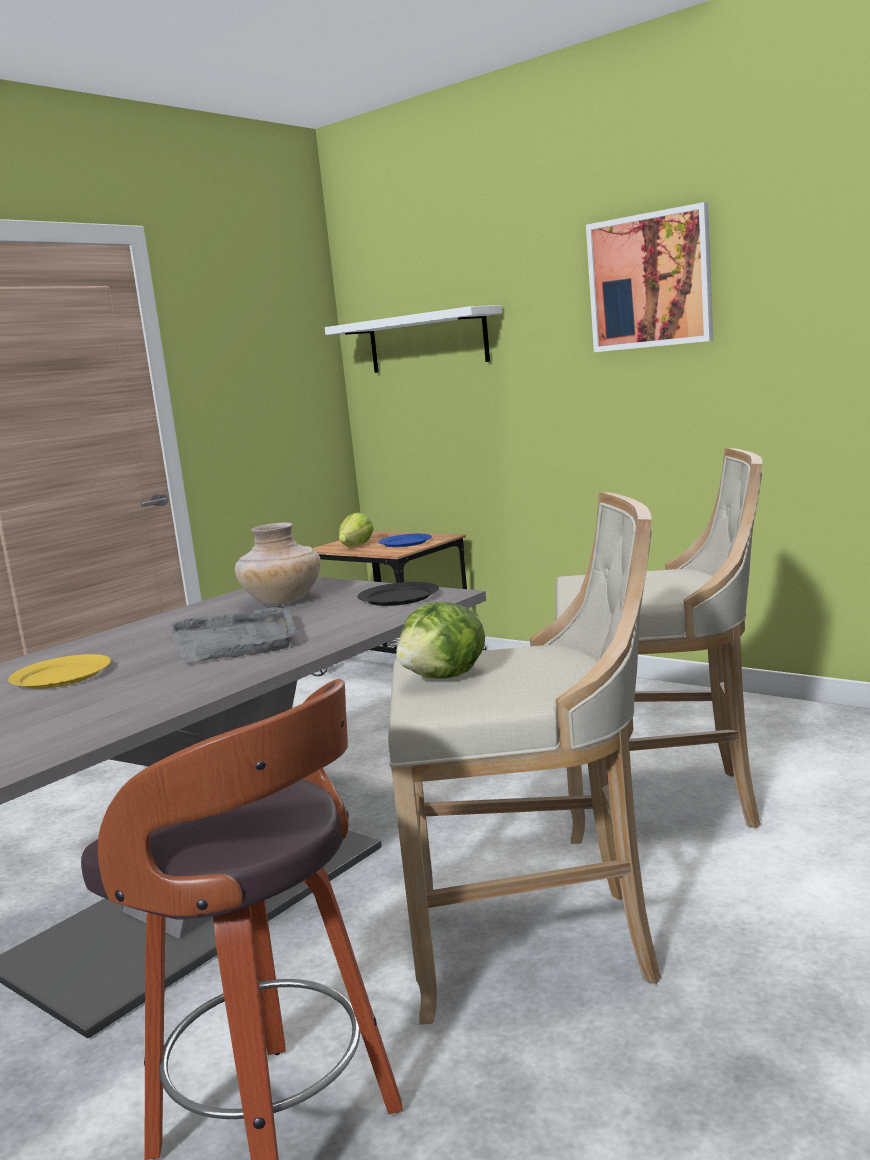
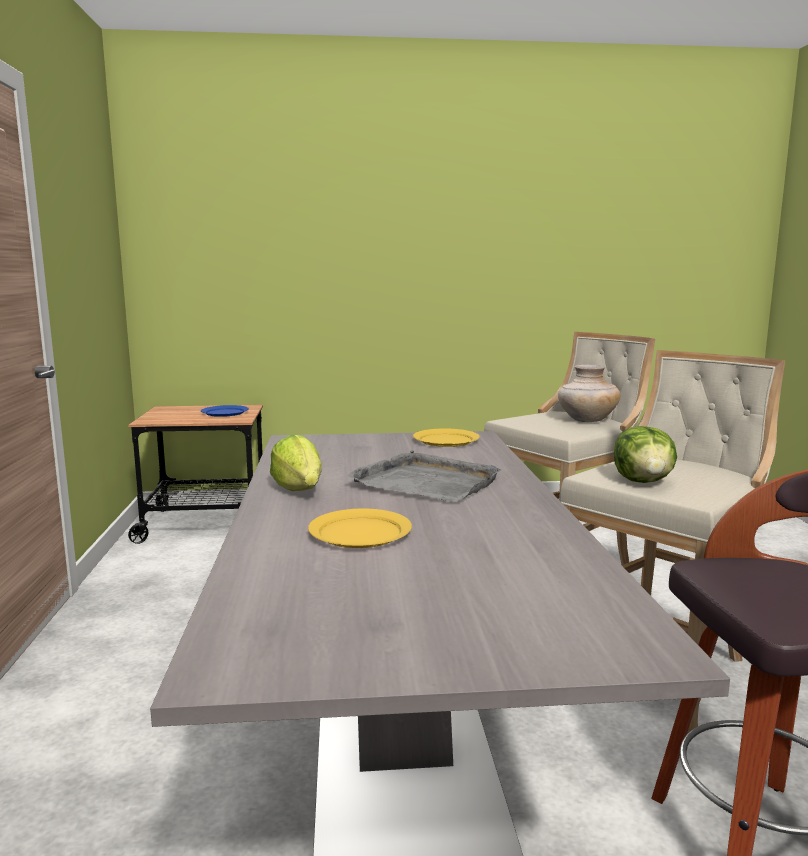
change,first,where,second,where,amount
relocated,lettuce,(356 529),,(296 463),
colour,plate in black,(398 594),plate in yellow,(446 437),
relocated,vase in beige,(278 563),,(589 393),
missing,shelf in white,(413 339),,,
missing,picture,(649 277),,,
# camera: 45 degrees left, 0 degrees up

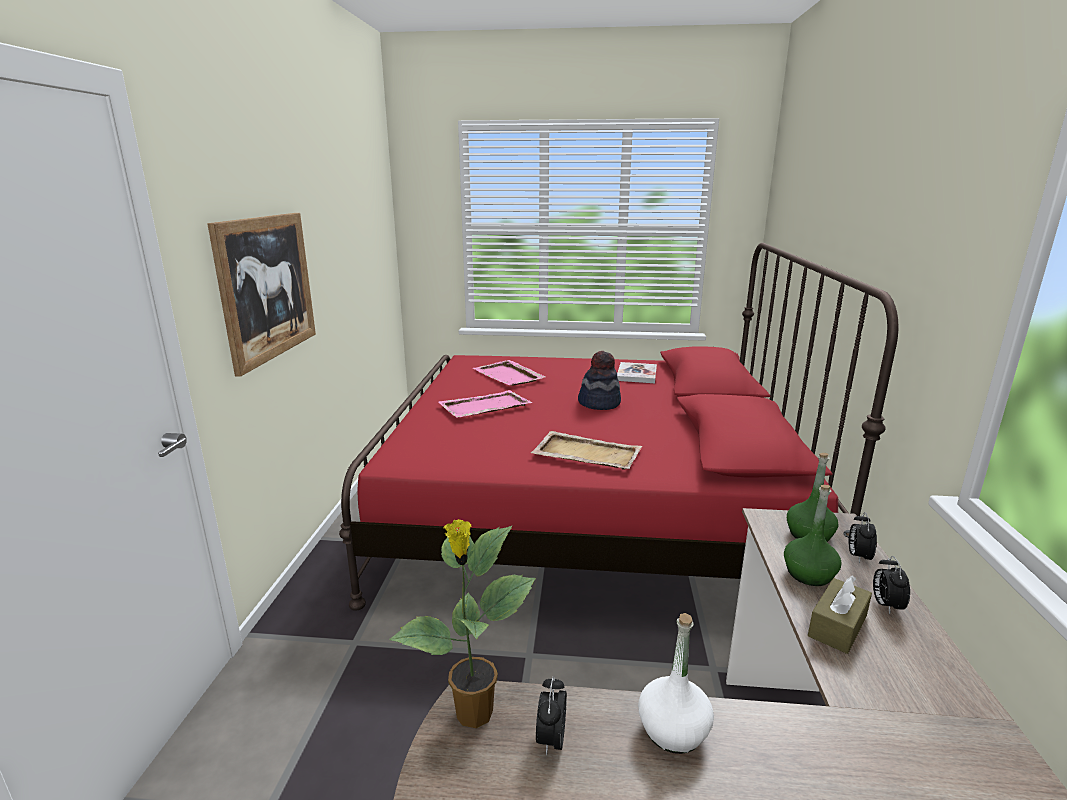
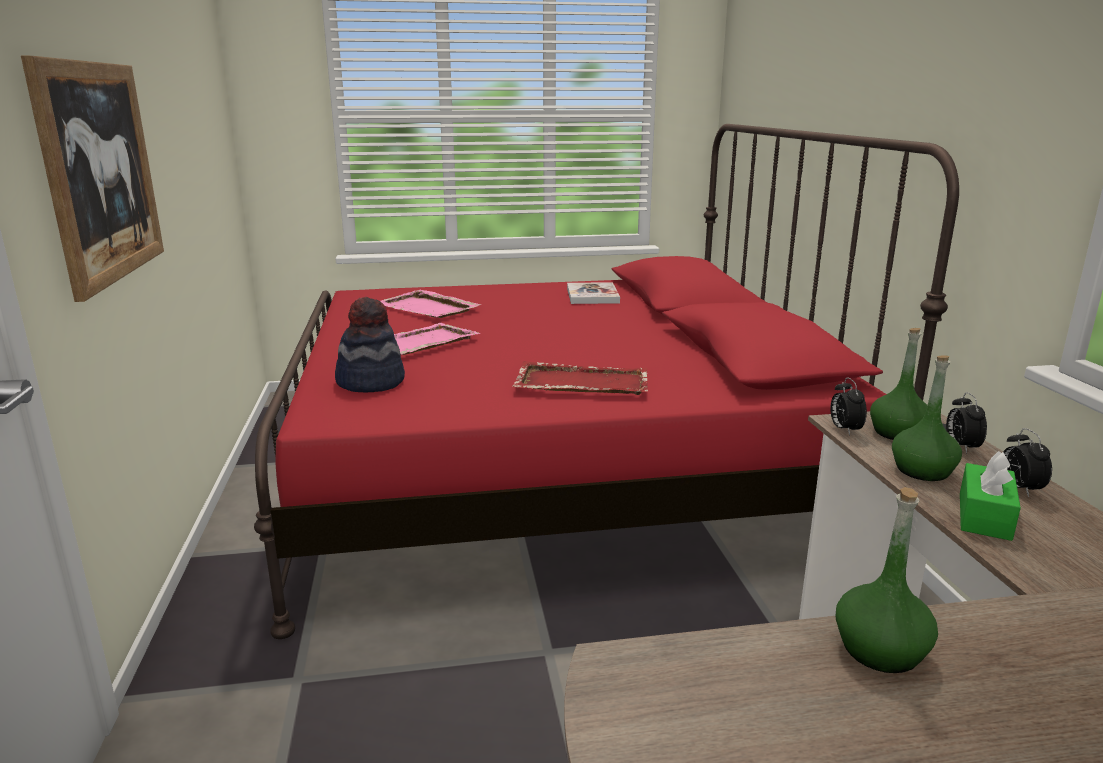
change,first,where,second,where,amount
relocated,hat,(599 380),,(370 344),
colour,tray in beige,(586 450),tray in red,(580 378),
relocated,alarm clock,(551 716),,(848 406),
colour,bottle in white,(676 683),bottle in green,(887 580),
colour,tissue box in brown,(840 614),tissue box in green,(990 496),
missing,potted plant,(462 623),,,
# camera: 15 degrees left, 0 degrees up

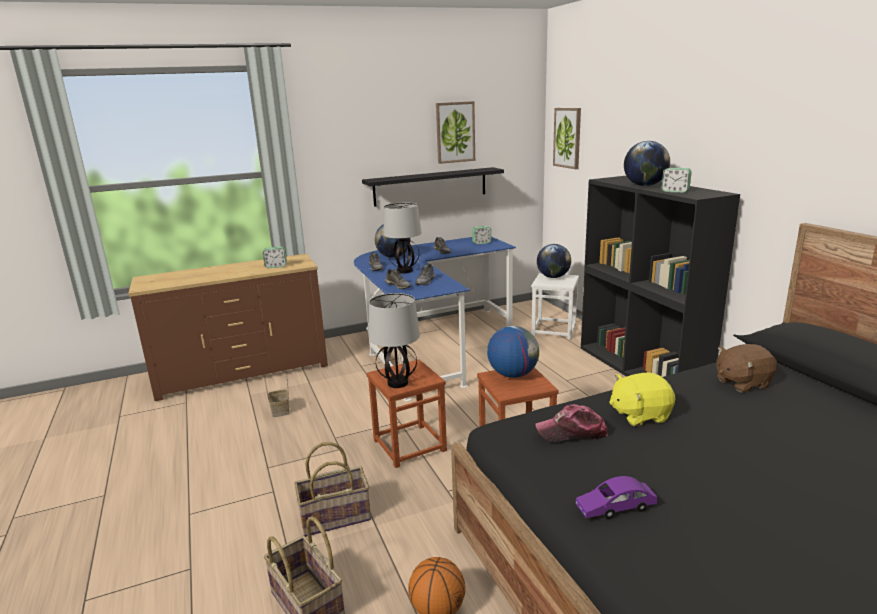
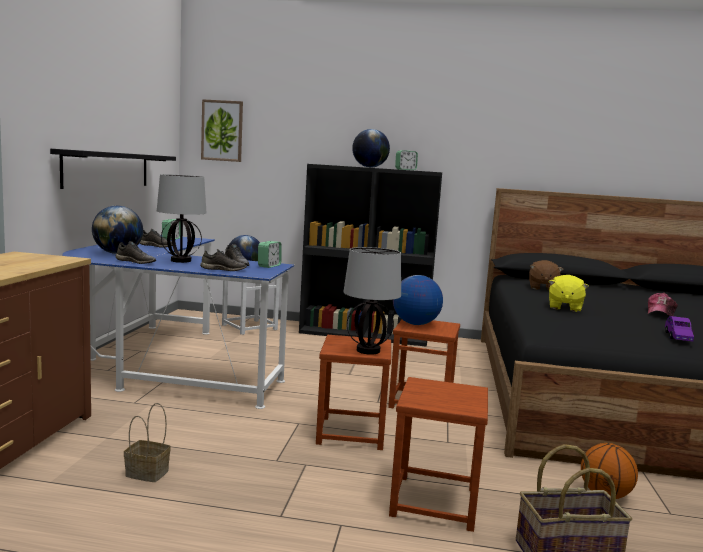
change,first,where,second,where,amount
relocated,alarm clock,(275 257),,(270 254),
exchanged,basket,(332 489),stool in brown,(438 454),
relocated,cap,(571 423),,(663 304),
missing,picture,(455 132),,,
# camera: 60 degrees left, 10 degrees down

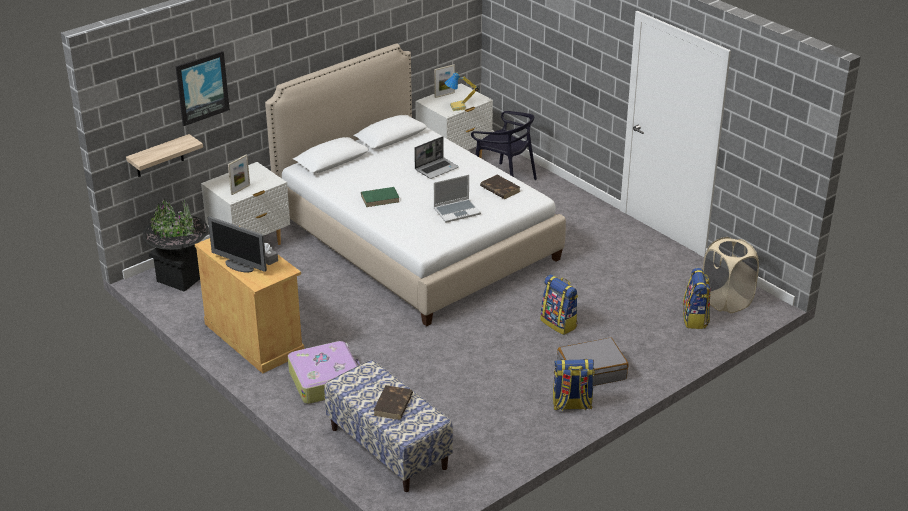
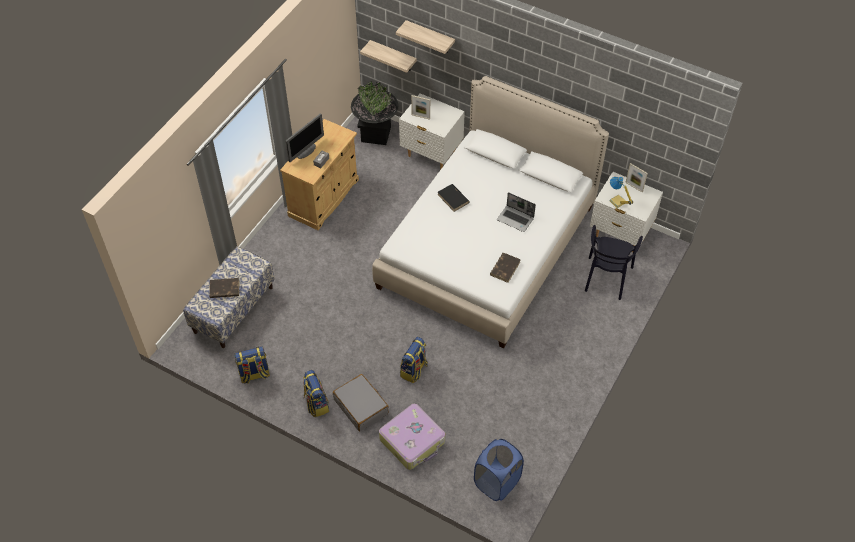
change,first,where,second,where,amount
relocated,backpack,(697 298),,(252 365),
spun,monitor,(237 244),,(305 137),150 degrees counterclockwise
relocated,suitcase,(324 372),,(412 436),
exchanged,picture,(203 88),shelf,(425 37),
colour,book in green,(380 197),book in black,(454 198),
colour,laundry basket in beige,(731 275),laundry basket in blue,(499 470),
missing,laptop,(457 199),,,
# camera: 70 degrees right, 20 degrees up

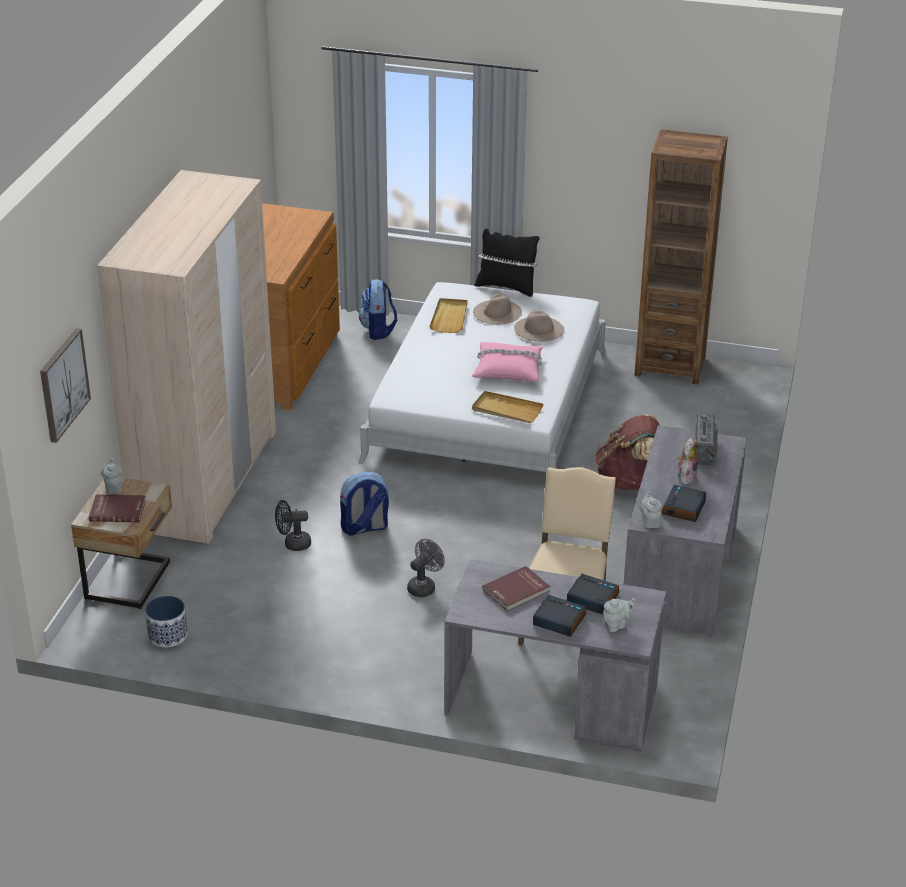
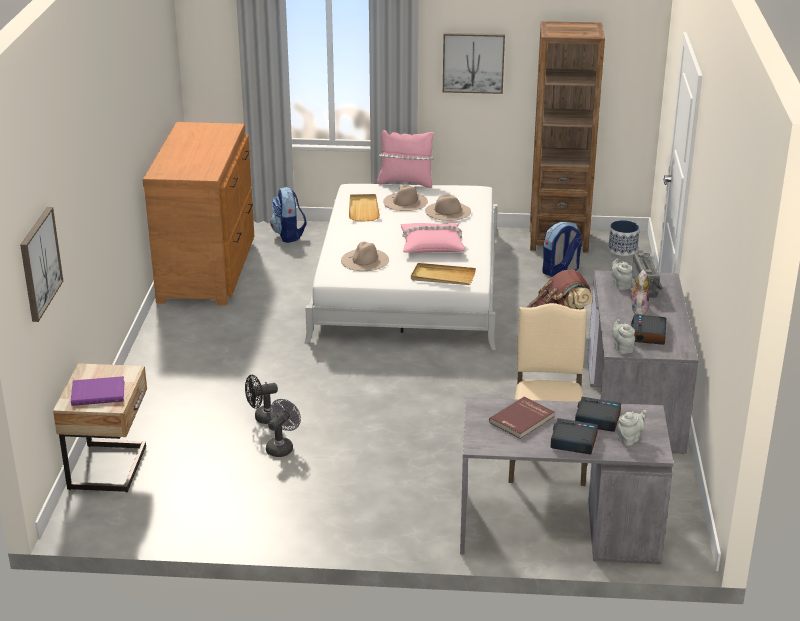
change,first,where,second,where,amount
colour,book in red,(117 508),book in purple,(97 391),
relocated,fan in grey,(426 568),,(283 428),
appeared,,,hat in beige,(365 256),
colour,pillow in black,(506 262),pillow in pink,(405 159),
appeared,,,picture,(474 63),
relocated,backpack,(364 504),,(562 249),
relocated,planter,(166 621),,(624 238),
relocated,teapot in grey,(112 476),,(622 274),
missing,wardrobe in beige,(186 357),,,
# camera: 10 degrees left, 5 degrees down

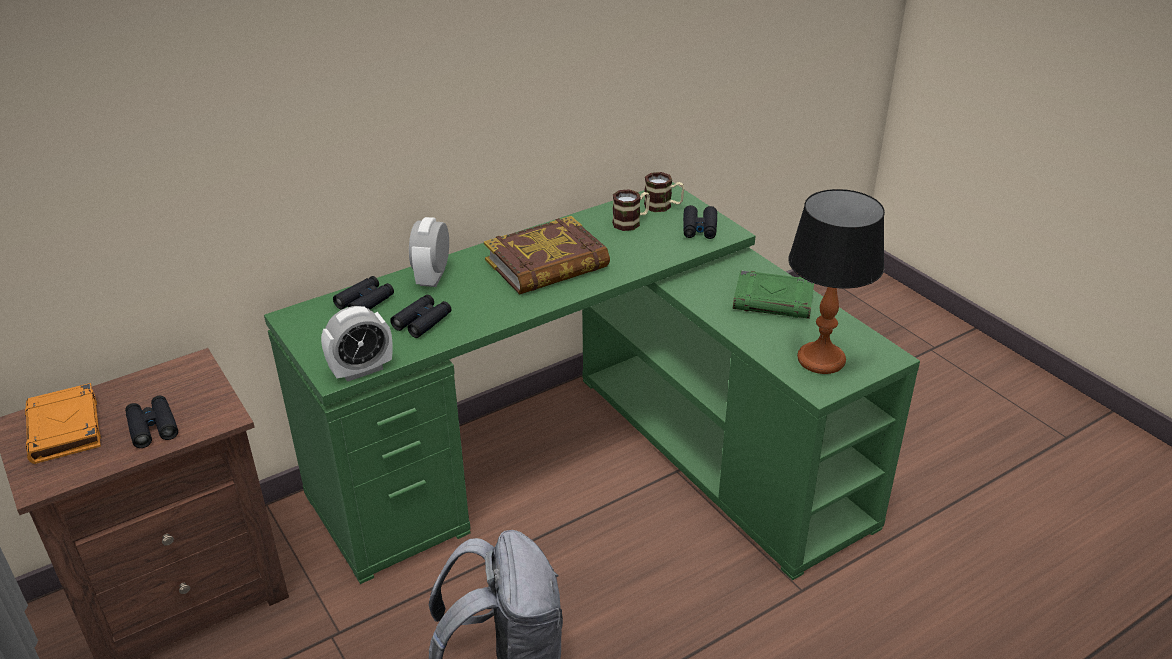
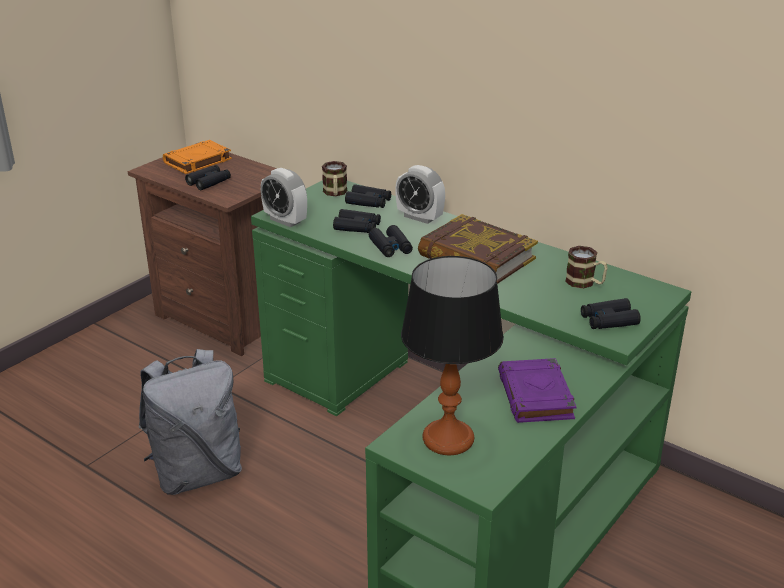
change,first,where,second,where,amount
relocated,mug,(664 192),,(334 178),
appeared,,,binoculars in black,(391 241),
spun,alarm clock,(429 252),,(420 194),135 degrees counterclockwise
colour,book in green,(773 294),book in purple,(537 390),
# camera: 70 degrees right, 5 degrees down

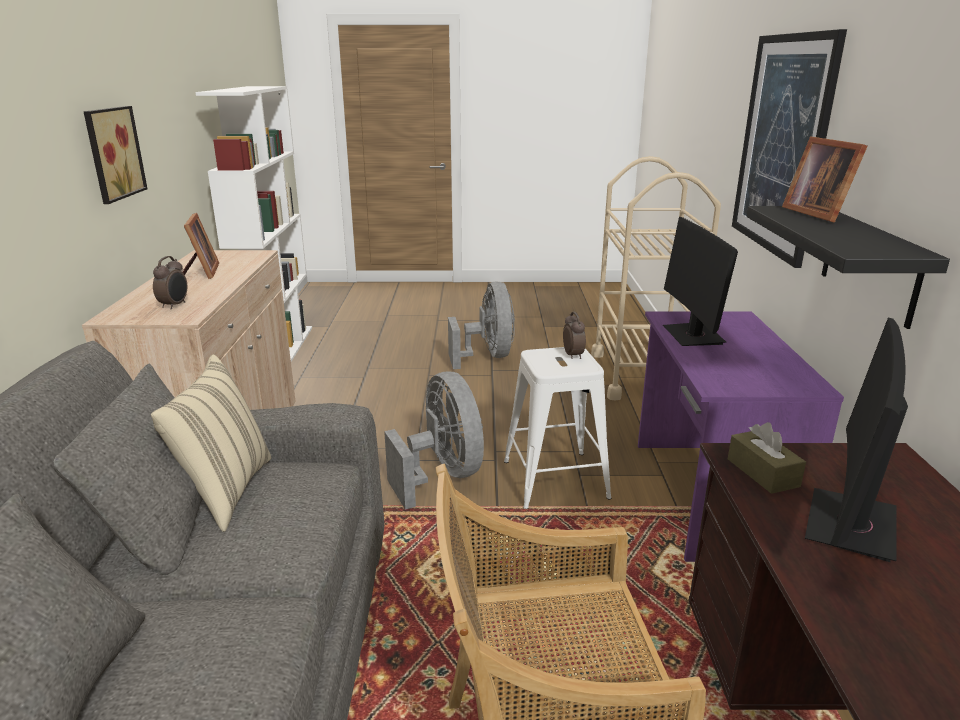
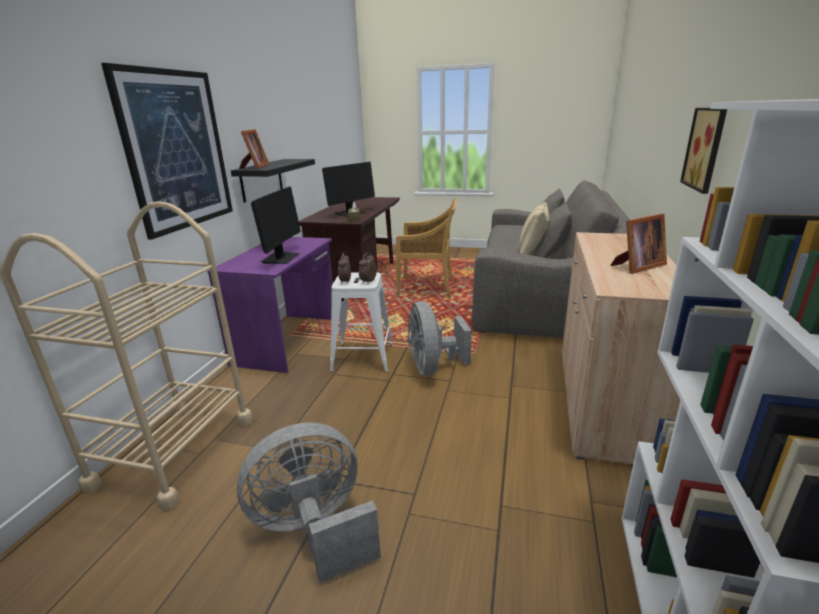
change,first,where,second,where,amount
spun,fan in grey,(481 325),,(309 502),60 degrees clockwise
relocated,alarm clock,(170 282),,(368 268),
spun,picture frame,(201 246),,(638 244),120 degrees counterclockwise
# camera: 165 degrees left, 0 degrees up

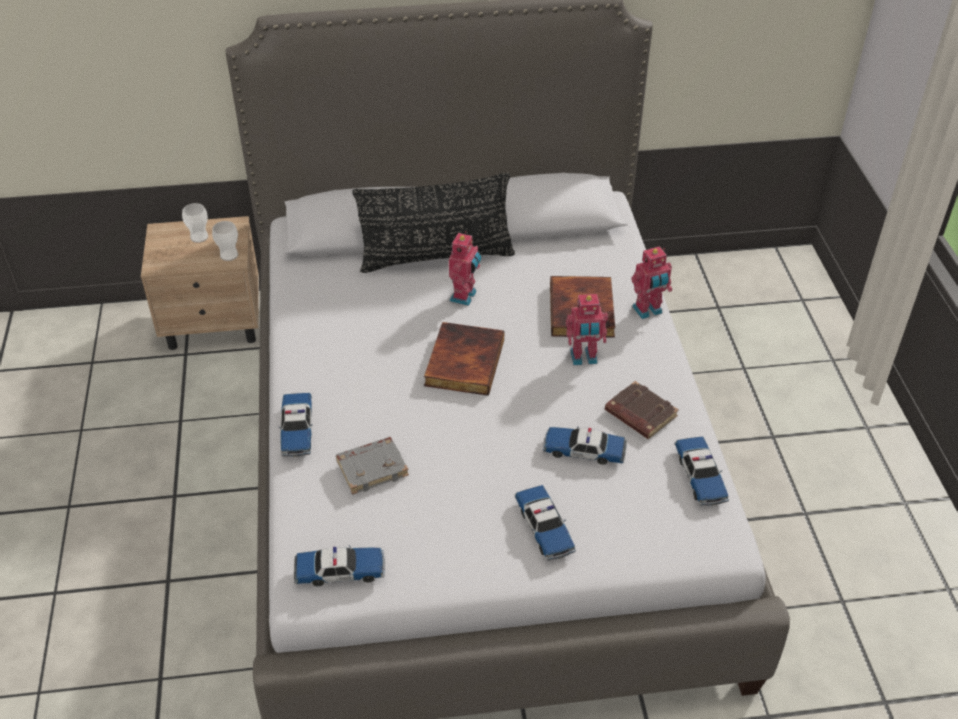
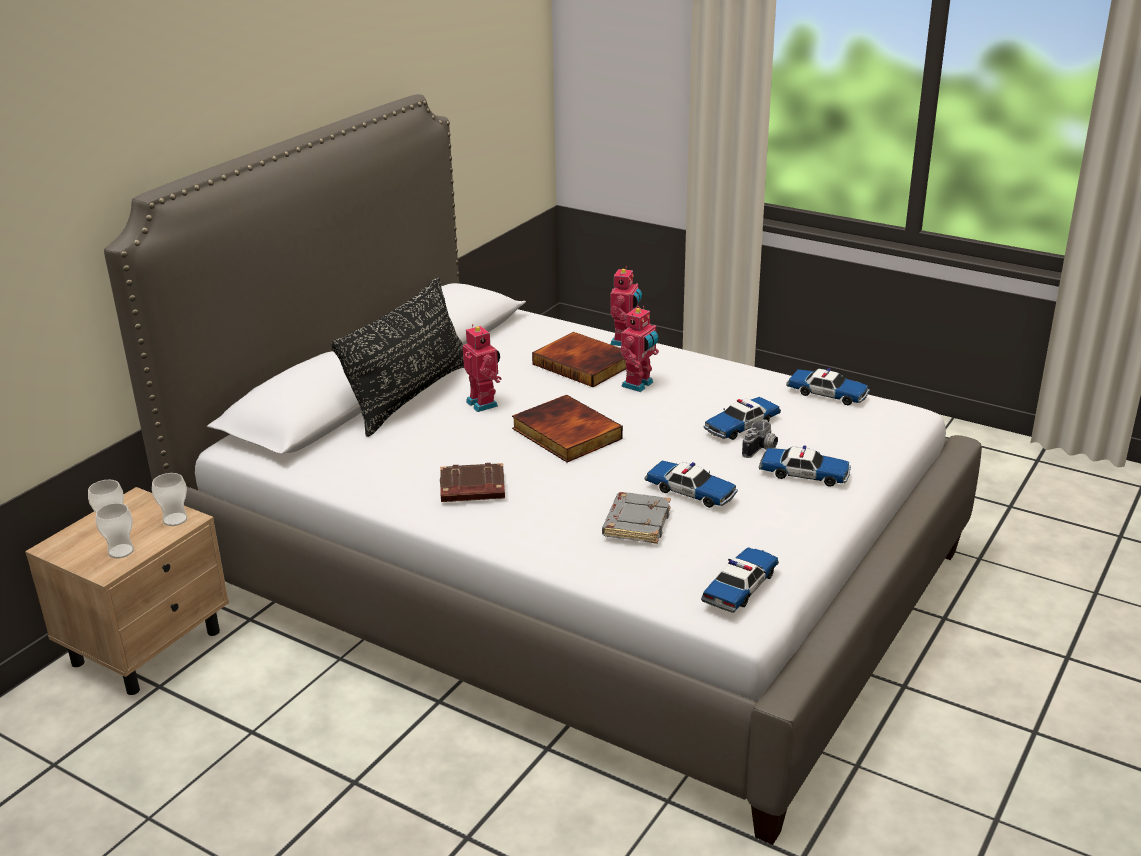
change,first,where,second,where,amount
appeared,,,cup,(115 530),
relocated,book in brown,(642 410),,(472 482),
relocated,toy car,(296 425),,(691 484),
appeared,,,photo camera,(760 438),
# camera: 50 degrees left, 15 degrees down

